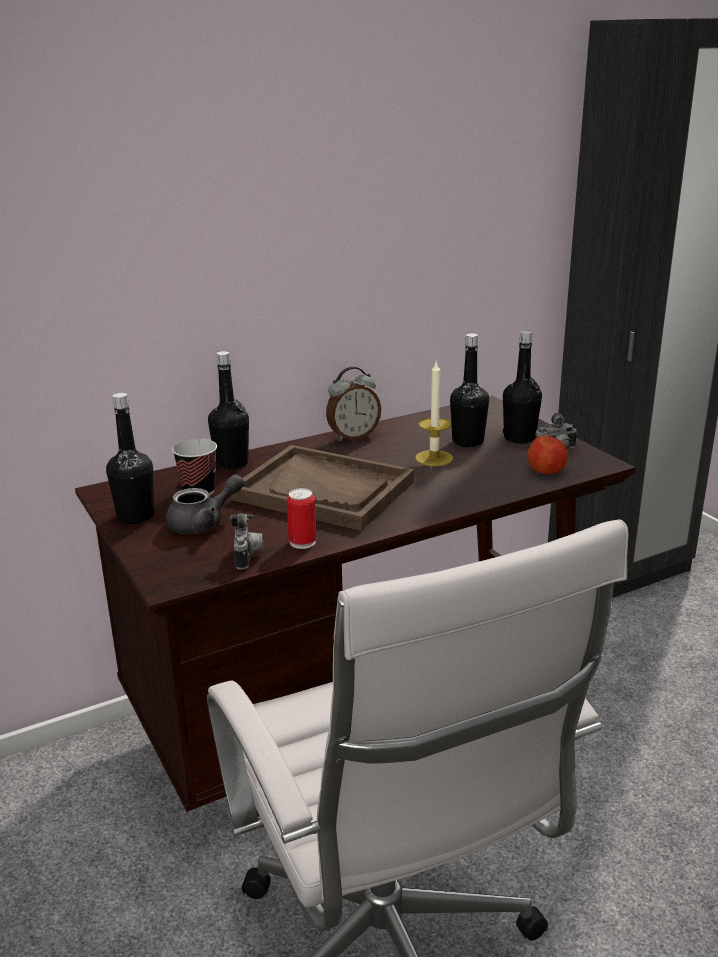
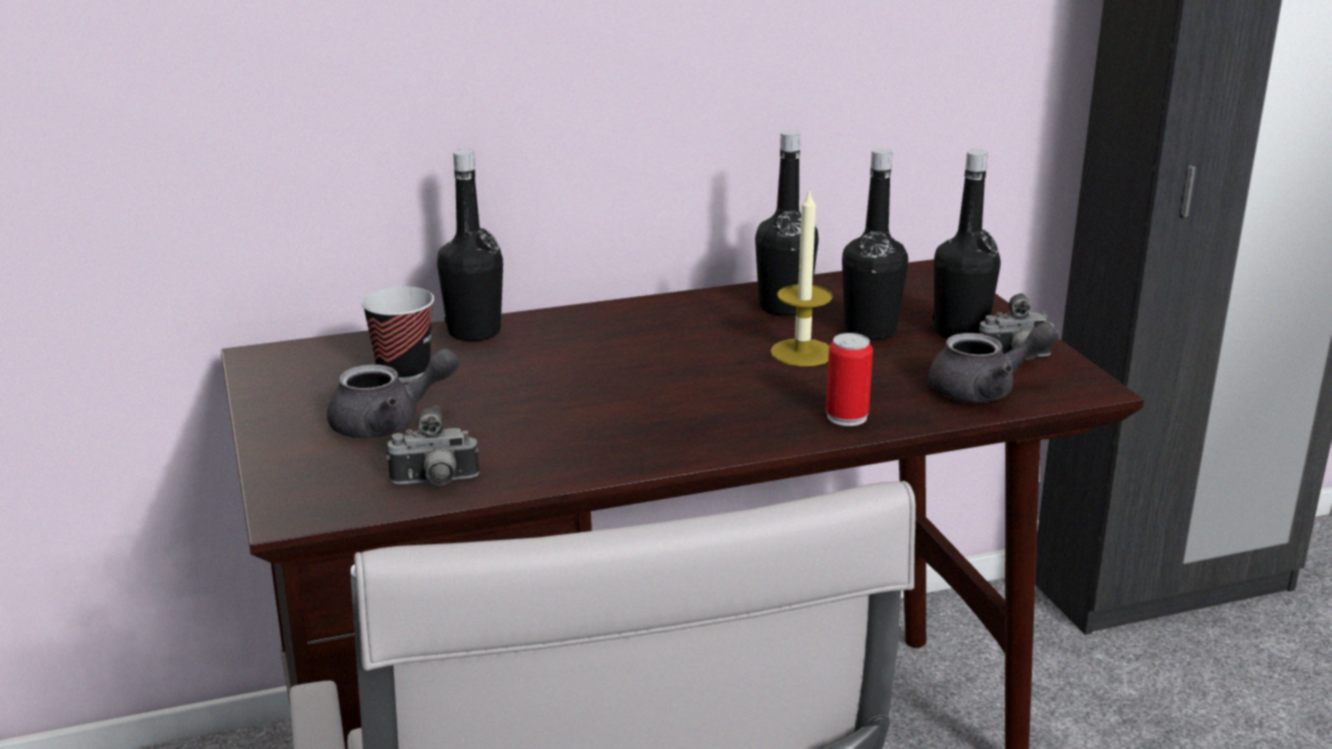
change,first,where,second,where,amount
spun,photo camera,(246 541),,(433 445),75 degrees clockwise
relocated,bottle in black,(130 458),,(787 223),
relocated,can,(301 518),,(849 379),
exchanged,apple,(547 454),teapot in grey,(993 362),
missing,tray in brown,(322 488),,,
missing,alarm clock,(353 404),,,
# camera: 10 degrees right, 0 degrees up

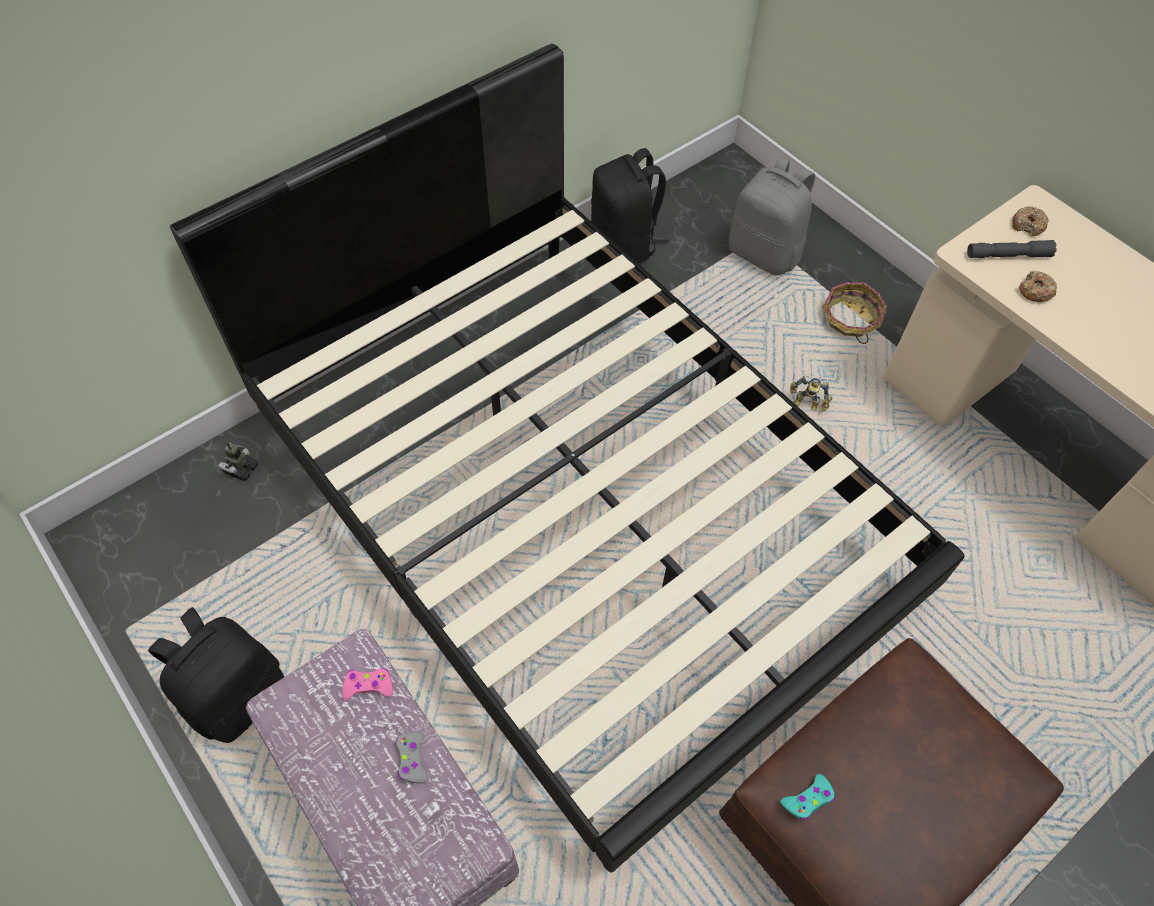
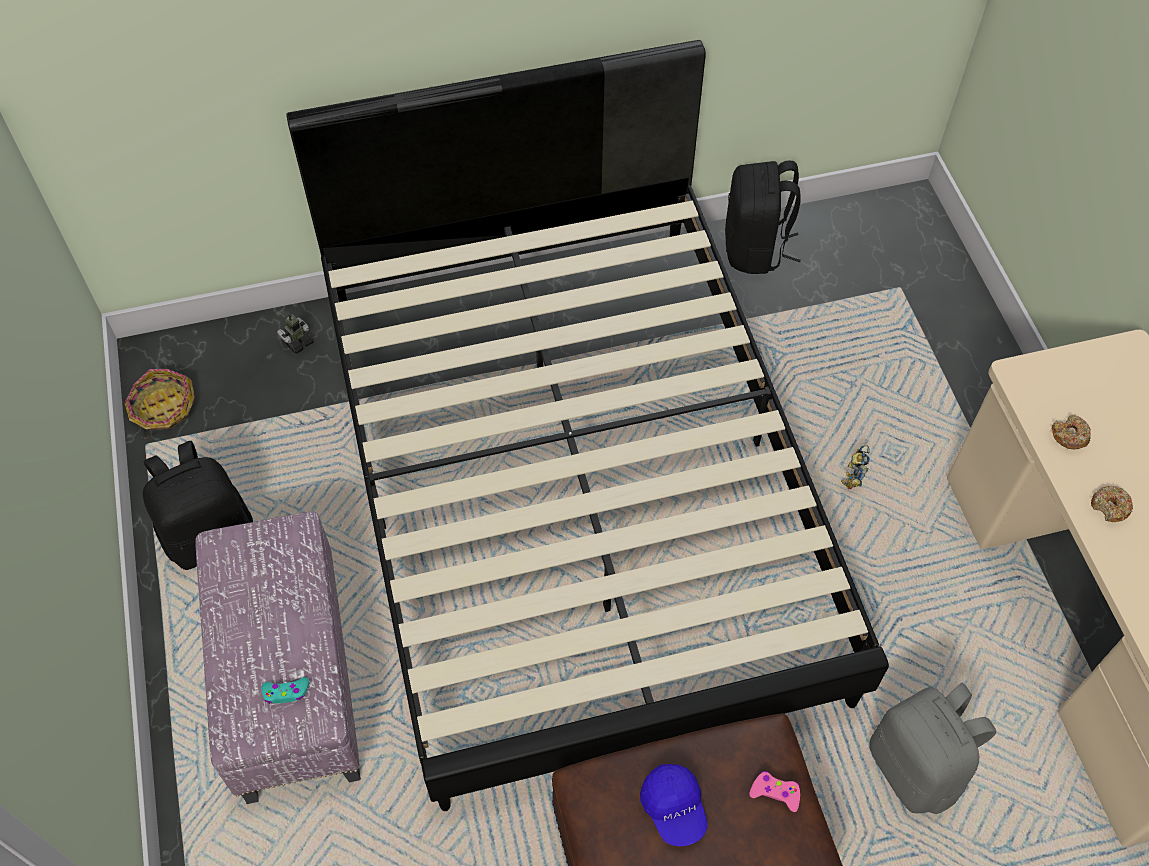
change,first,where,second,where,amount
relocated,basket,(854 313),,(159 404),
relocated,game controller in turquoise,(808 797),,(285 690),
appeared,,,cap in blue,(674 805),
relocated,game controller in pink,(367 684),,(774 791),
spun,toy robot,(811 393),,(855 467),60 degrees clockwise
relocated,backpack in grey,(772 216),,(933 748),
relocated,donut,(1030 221),,(1112 504),
missing,game controller in grey,(412 757),,,
missing,flashlight in grey,(1012 249),,,
# camera: 25 degrees right, 0 degrees up

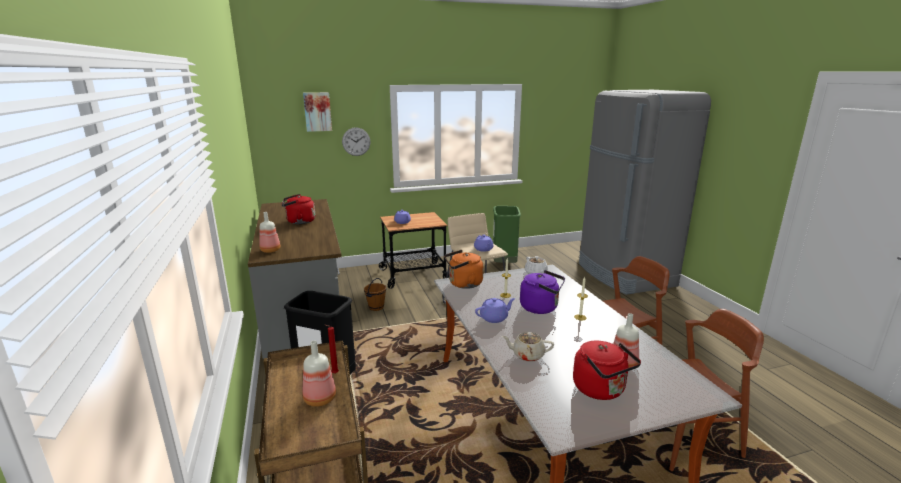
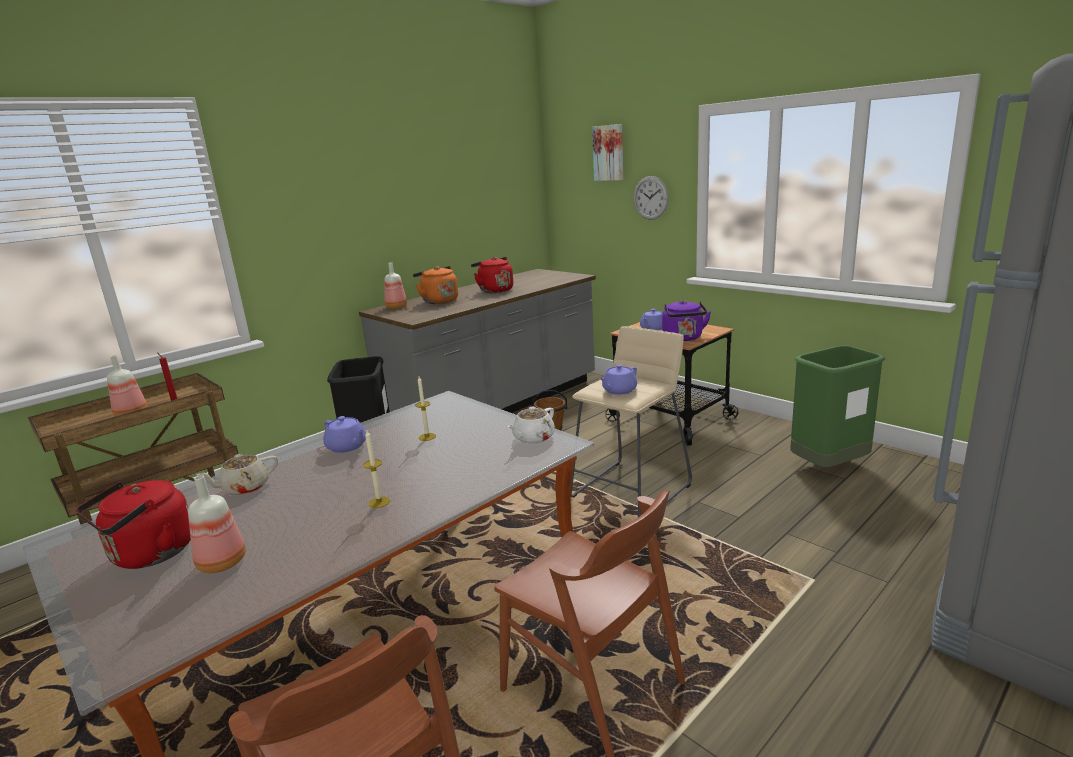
change,first,where,second,where,amount
spun,teapot in beige,(528 347),,(237 474),105 degrees counterclockwise
relocated,kettle in orange,(463 269),,(435 285),
relocated,kettle in purple,(542 292),,(686 320),
# camera: 65 degrees right, 0 degrees up

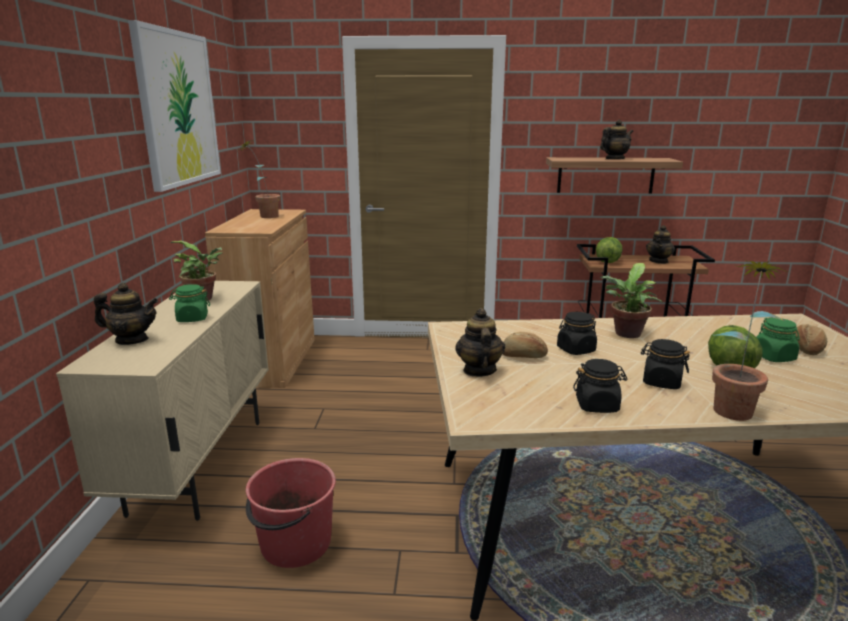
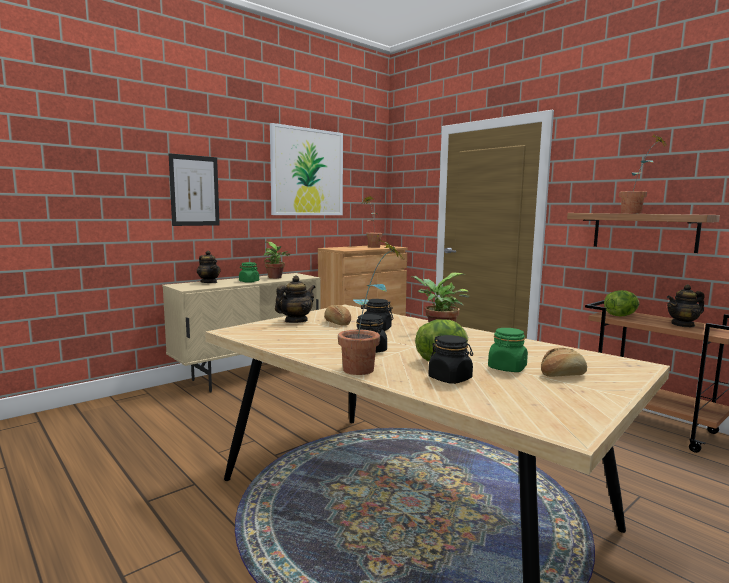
change,first,where,second,where,amount
appeared,,,picture,(194 189),
relocated,jar in black,(600 386),,(450 359),
exchanged,teapot,(616 139),potted plant,(643 173),
missing,bucket in red,(291 513),,,
# camera: 45 degrees right, 10 degrees down

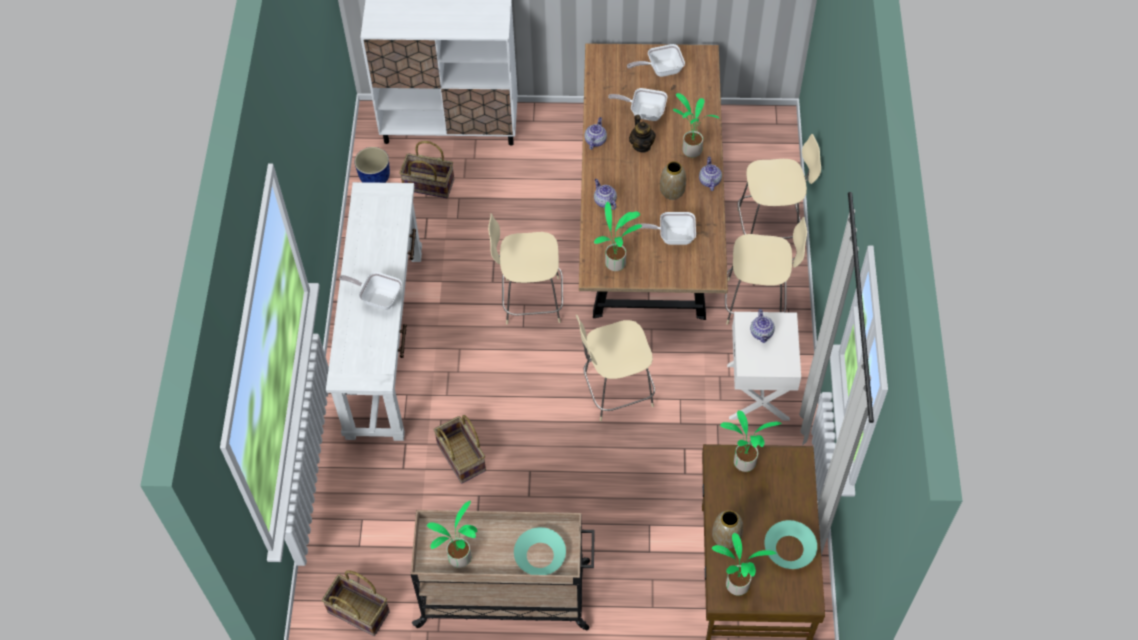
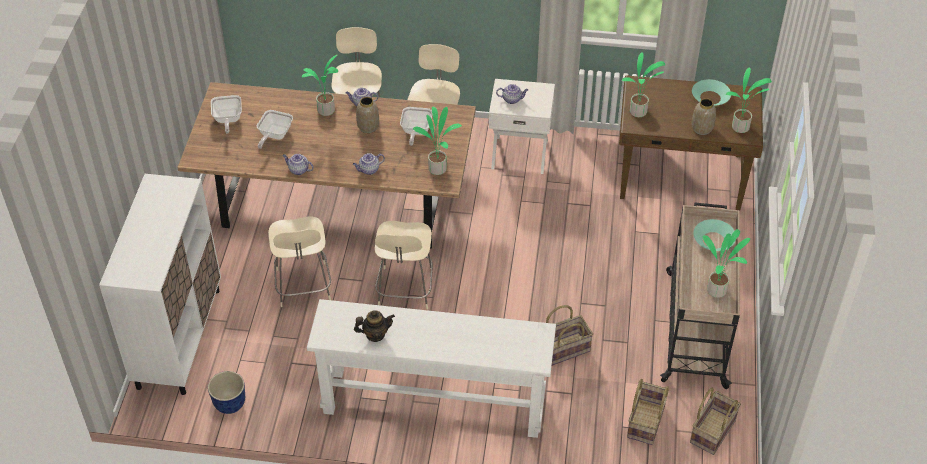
change,first,where,second,where,amount
relocated,chair in beige,(615 368),,(299 261),
relocated,teapot,(642 134),,(374 326),
relocated,basket,(426 169),,(648 412),
missing,frying pan,(370 291),,,
# camera: 85 degrees left, 10 degrees down

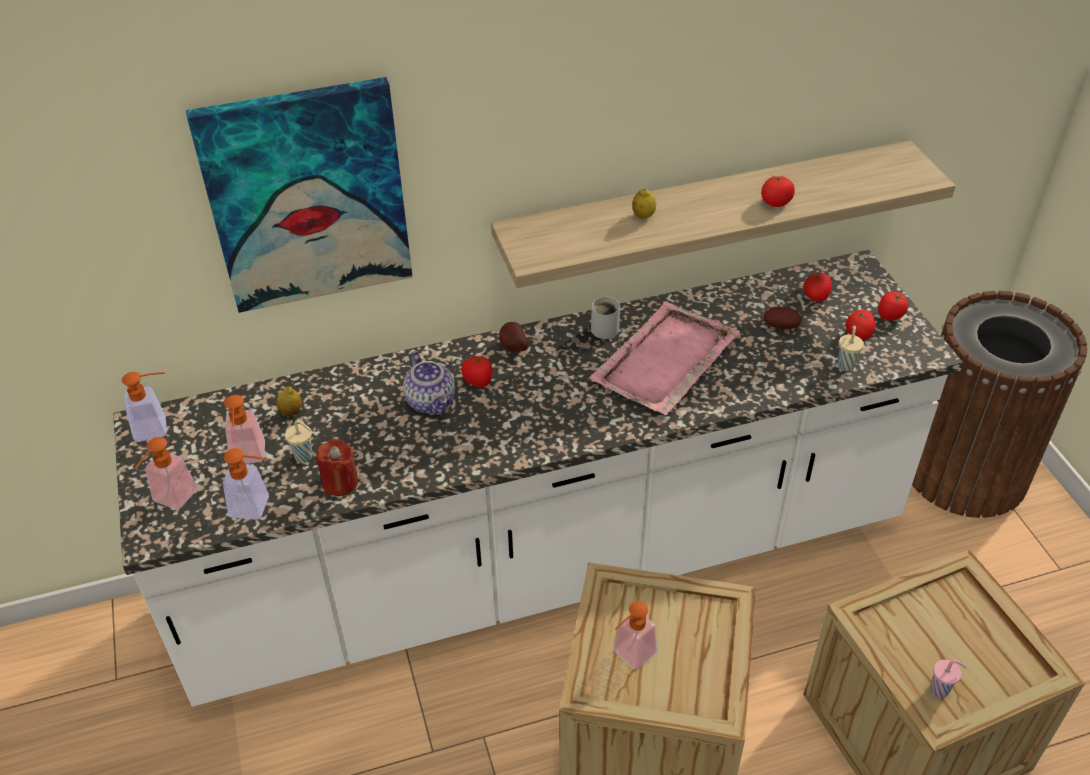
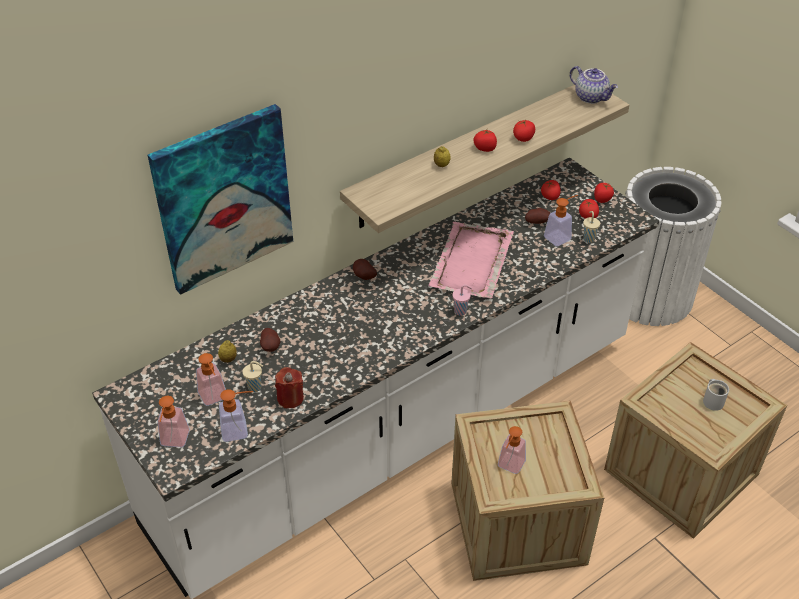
change,first,where,second,where,amount
appeared,,,potato,(270 340),
relocated,cup in pink,(948 679),,(462 300),
relocated,tomato,(477 371),,(485 141),
relocated,soap dispenser,(144 407),,(561 220),
relocated,teapot,(429 383),,(594 85),
colour,trash can in brown,(999 404),trash can in white,(673 246),
relocated,mug in white,(605 318),,(716 395),
# camera: 20 degrees left, 0 degrees up

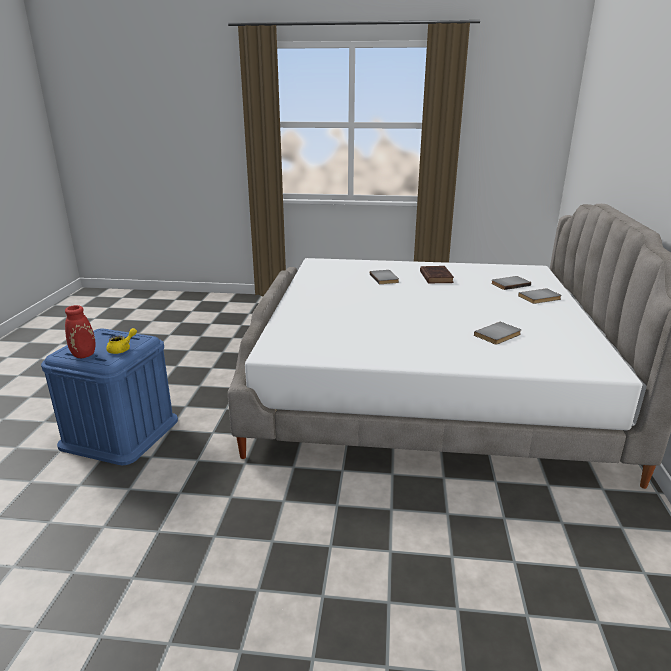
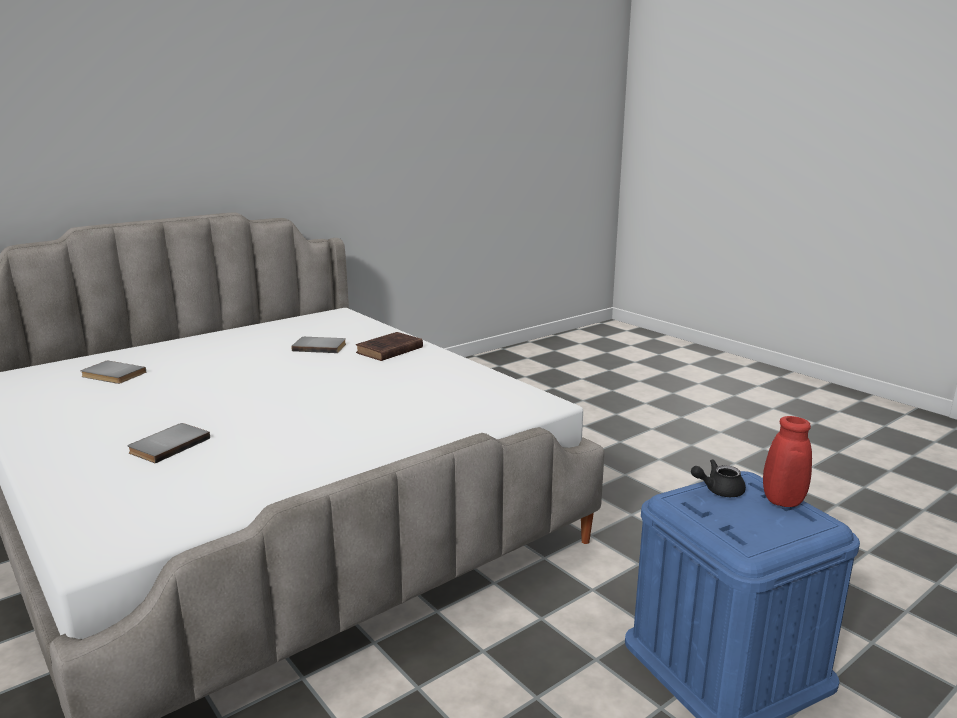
change,first,where,second,where,amount
relocated,book in brown,(437 274),,(389 346),
colour,teapot in yellow,(121 341),teapot in black,(718 478),
missing,book in grey,(540 296),,,
# camera: 135 degrees left, 5 degrees down

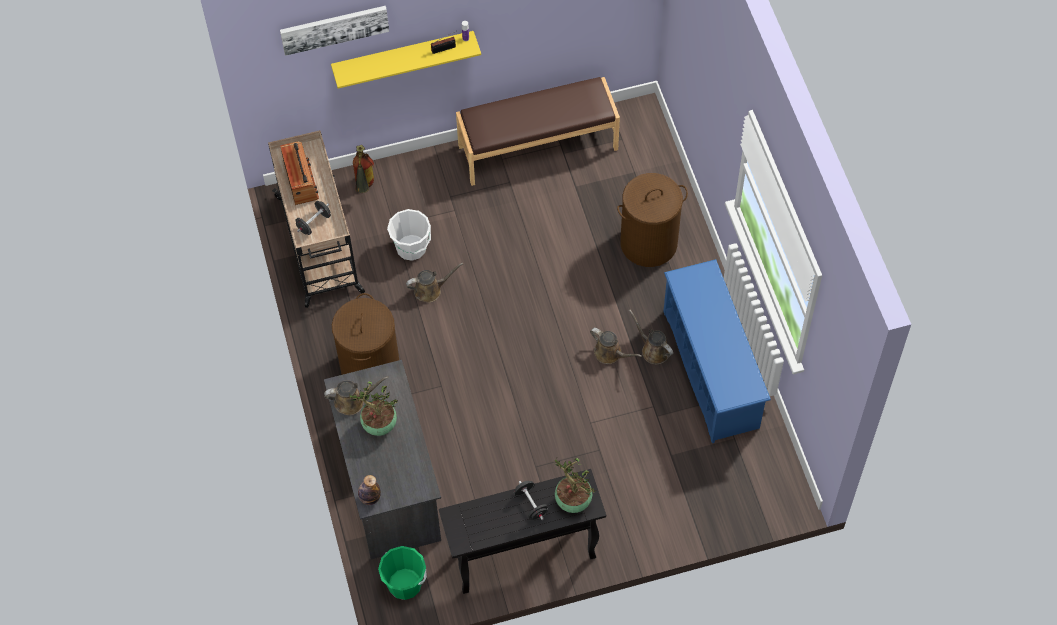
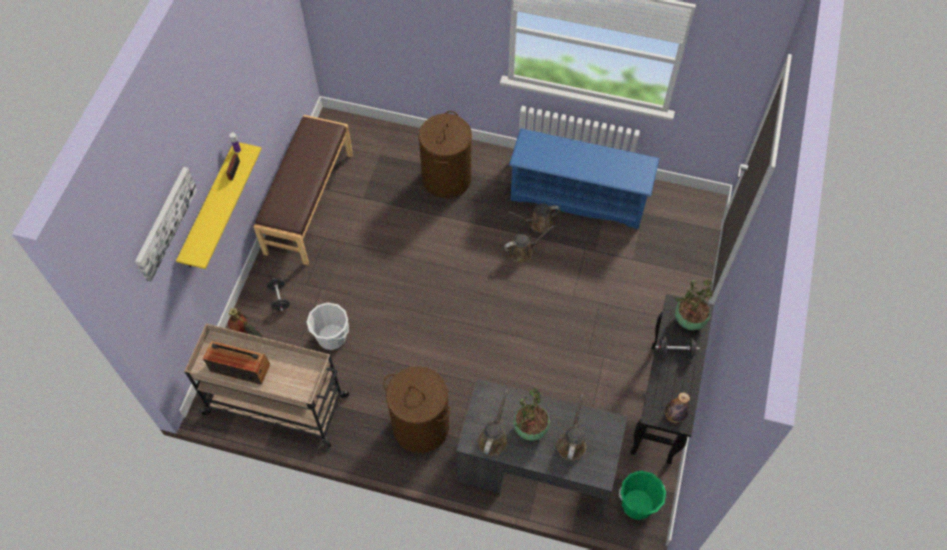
change,first,where,second,where,amount
relocated,dumbbell in black,(313 218),,(278 294),
relocated,watering can in brown,(434 283),,(571 427),
relocated,bottle,(369 490),,(677 407),
# camera: 60 degrees left, 0 degrees up

